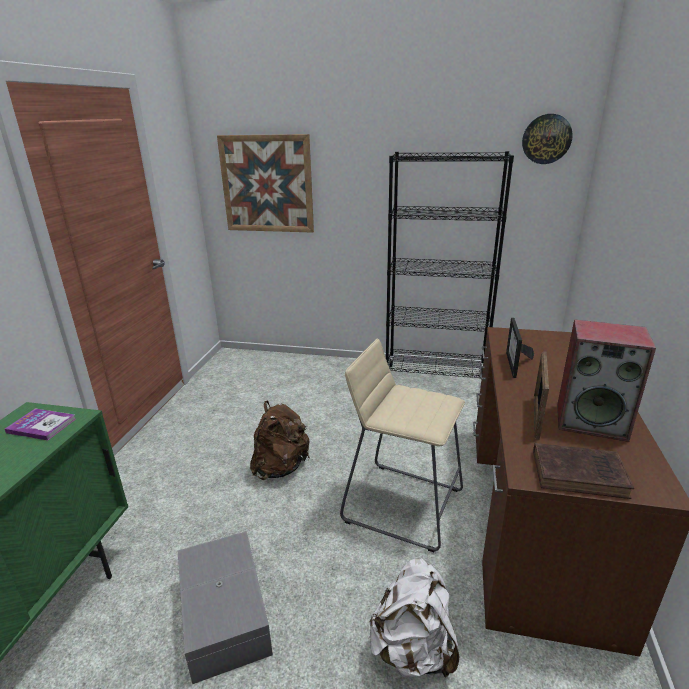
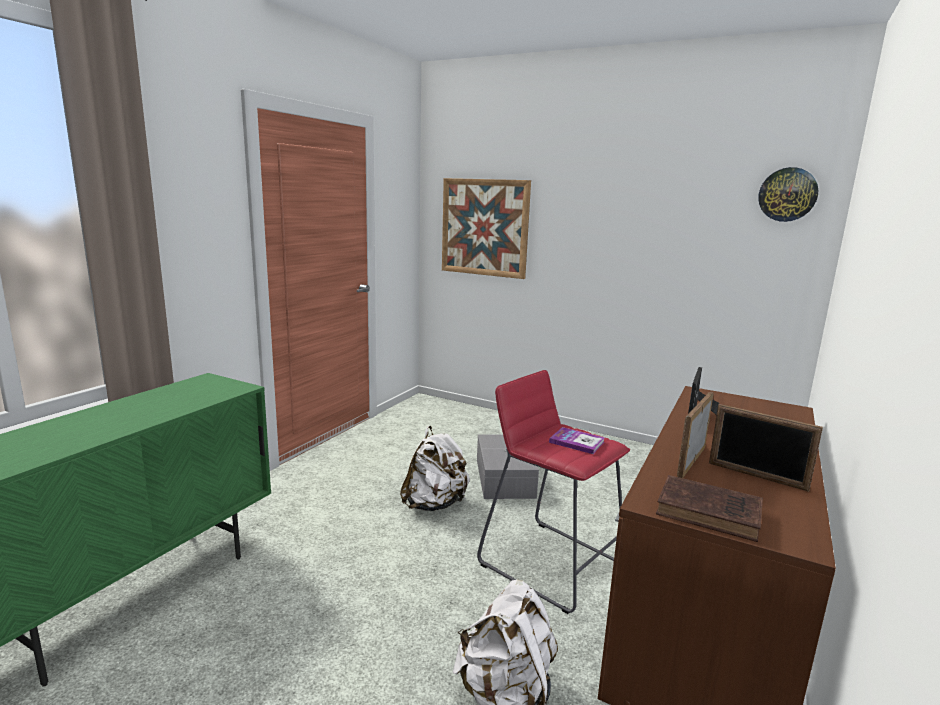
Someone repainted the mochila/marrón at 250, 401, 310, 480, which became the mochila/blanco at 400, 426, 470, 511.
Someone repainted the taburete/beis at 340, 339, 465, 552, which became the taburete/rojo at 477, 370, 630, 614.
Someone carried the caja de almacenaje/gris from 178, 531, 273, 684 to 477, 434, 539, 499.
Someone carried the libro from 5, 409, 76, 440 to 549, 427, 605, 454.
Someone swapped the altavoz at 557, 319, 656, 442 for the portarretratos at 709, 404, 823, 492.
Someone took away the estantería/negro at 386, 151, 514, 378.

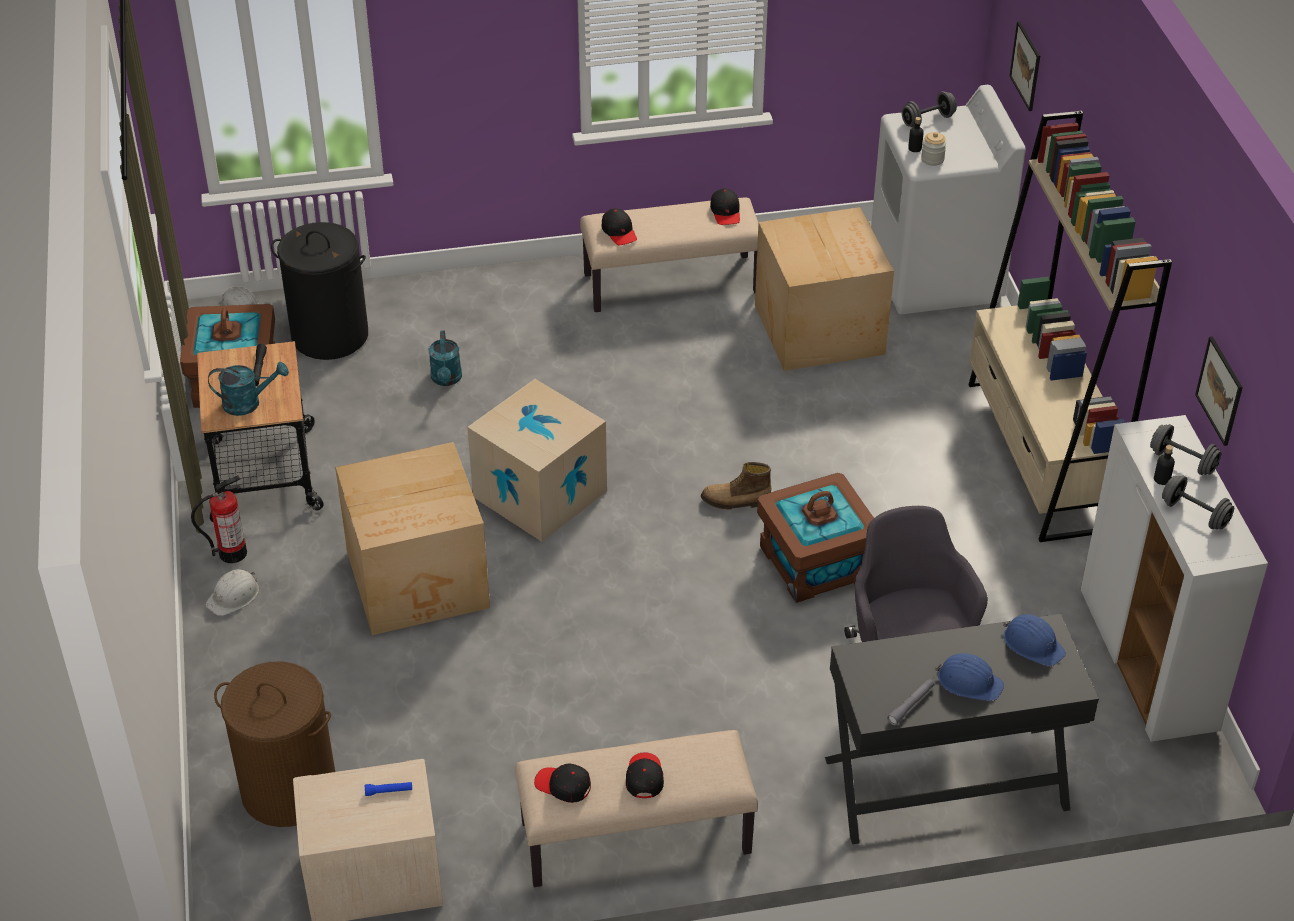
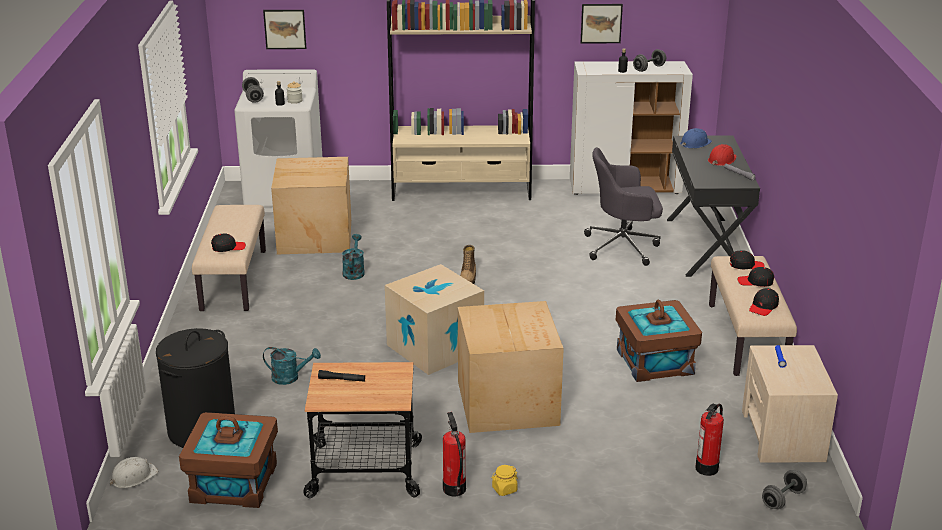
Someone carried the regadera/turquesa from 208, 362, 289, 416 to 342, 234, 365, 280.
Someone swapped the casco/blanco at 205, 569, 259, 616 for the tarro/amarillo at 492, 465, 518, 496.
Someone carried the caja de almacenaje/marrón from 757, 473, 874, 603 to 616, 300, 702, 382.
Someone swapped the cesto de la ropa/marrón at 214, 661, 335, 827 for the extintor at 695, 404, 724, 476.
Someone repainted the casco/azul at 935, 653, 1004, 701, which became the casco/rojo at 708, 144, 737, 166.
Someone carried the gorra/negro from 710, 188, 740, 225 to 730, 250, 765, 269.
Someone carried the mancuerna/gris from 1150, 424, 1221, 475 to 762, 470, 807, 509.

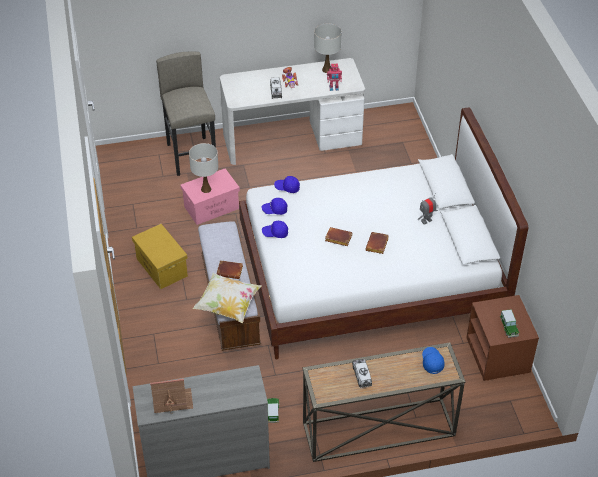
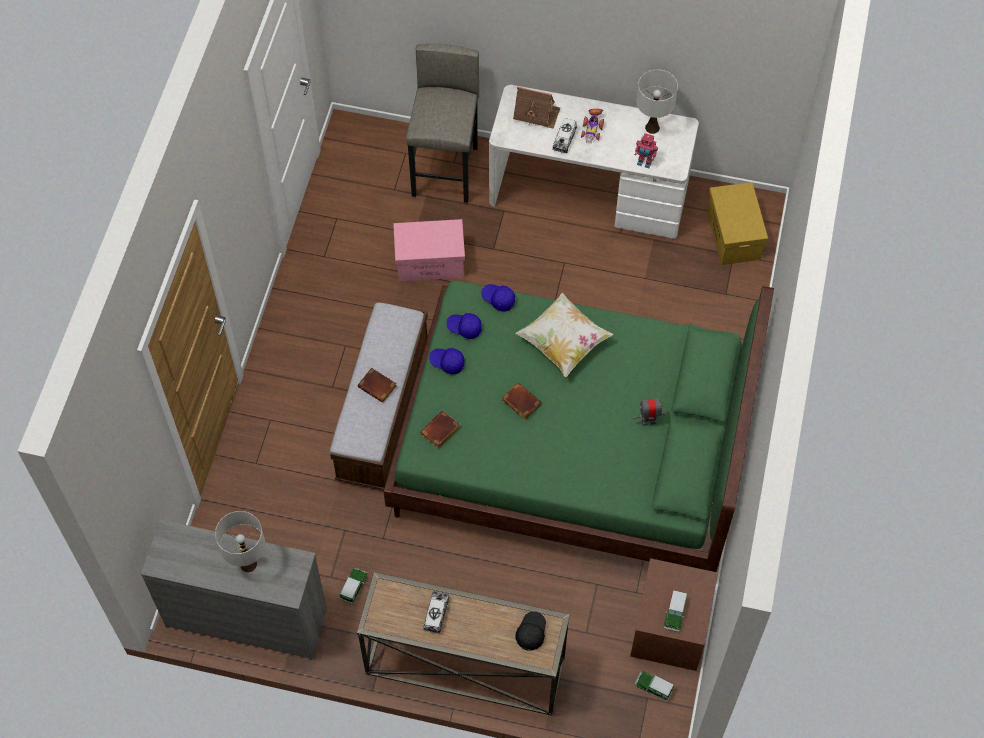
Someone carried the lámpara de mesa/blanco from 189, 143, 218, 193 to 215, 511, 265, 572.
Someone repainted the cama/blanco at 239, 107, 528, 360, which became the cama/verde at 383, 281, 774, 572.
Someone carried the libro/marrón from 365, 232, 389, 254 to 420, 411, 460, 448.
Someone carried the casita from 150, 379, 193, 414 to 513, 86, 560, 129.
Someone carried the cojín from 192, 273, 262, 323 to 515, 293, 613, 377.
Someone repainted the gorra/azul at 422, 347, 445, 374, which became the gorra/negro at 515, 611, 546, 651.
Someone put down the coche de juguete at 634, 671, 674, 701.
Someone carried the caja de almacenaje/amarillo from 132, 224, 188, 289 to 707, 182, 768, 265.

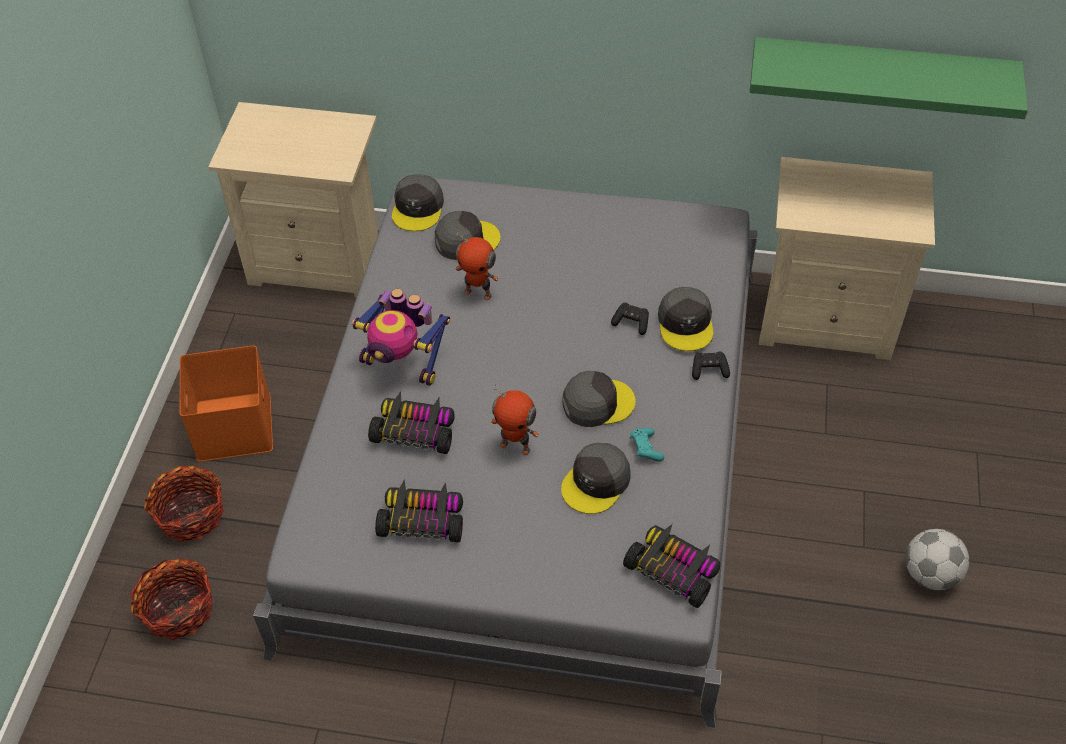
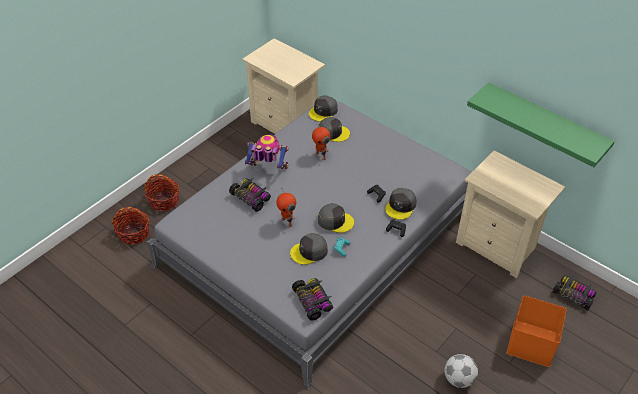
Someone rotated the robot de juguete at 352, 289, 450, 386 by 135 degrees clockwise.
Someone carried the caja de almacenaje/naranja from 180, 346, 273, 462 to 507, 296, 567, 367.
Someone carried the coche de juguete from 375, 479, 463, 542 to 553, 275, 596, 310.

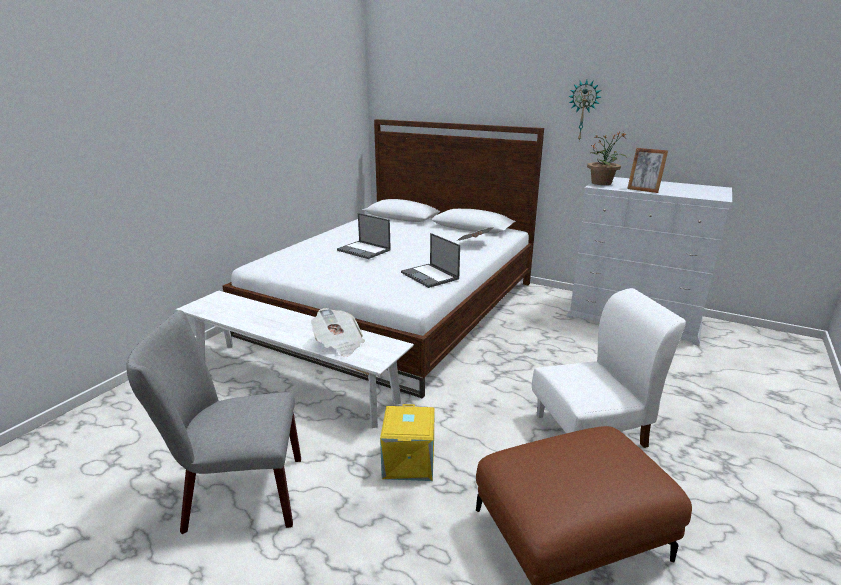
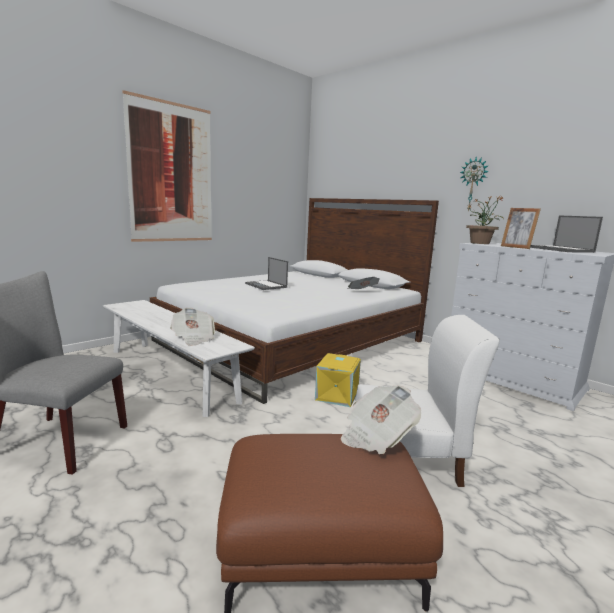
Someone put up the cuadro at 122, 90, 212, 242.
Someone carried the caja de almacenaje/amarillo from 380, 404, 435, 481 to 315, 353, 361, 407.
Someone put down the periódico at 341, 385, 421, 454.
Someone carried the portátil from 401, 233, 460, 288 to 530, 215, 603, 253.

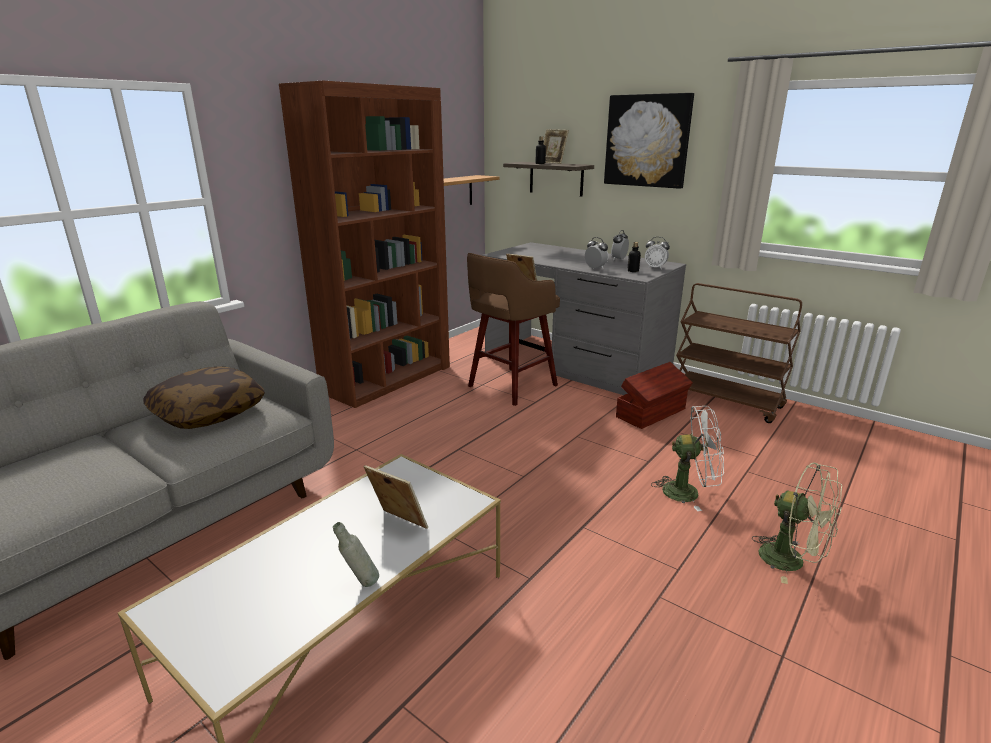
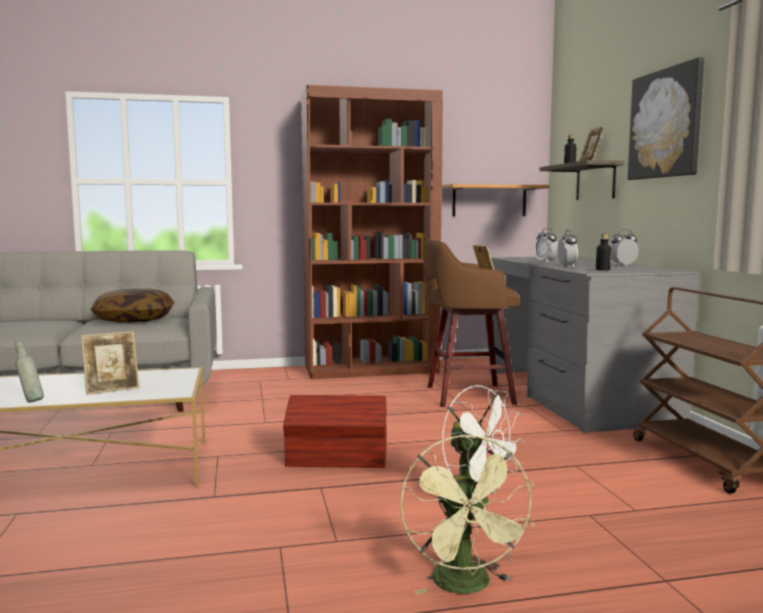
Someone rotated the portarretratos at 363, 465, 428, 529 by 75 degrees clockwise.
Someone carried the caja de almacenaje/marrón from 616, 362, 693, 429 to 283, 395, 387, 468.
Someone carried the despertador from 645, 237, 670, 268 to 535, 228, 558, 263.

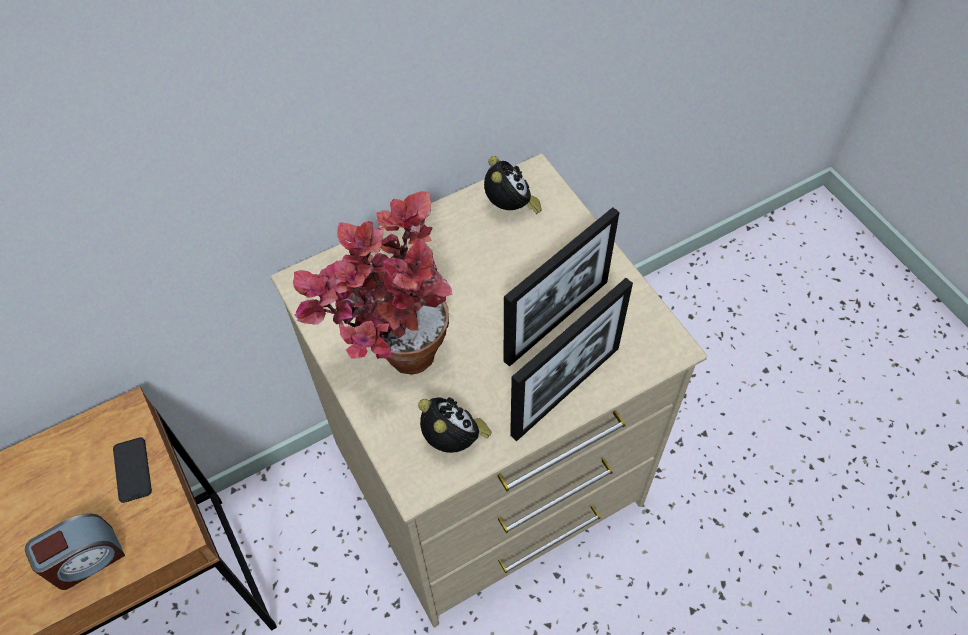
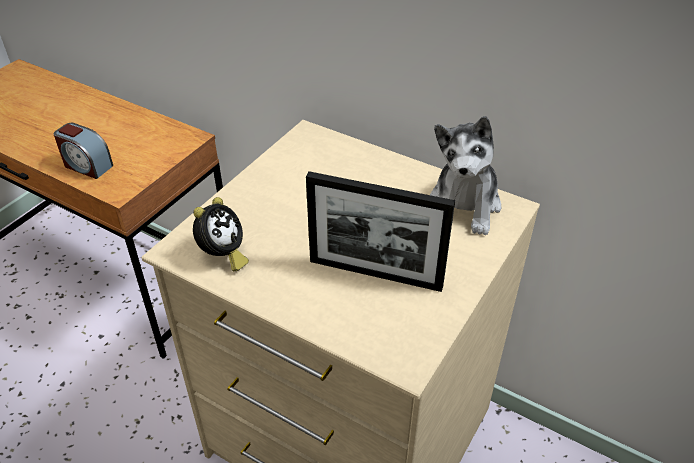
Someone swapped the despertador at 484, 156, 542, 214 for the peluche at 430, 116, 501, 235.
Someone took away the móvil at 113, 437, 152, 503.
Someone took away the planta en maceta at 293, 191, 453, 374.
Someone took away the portarretratos at 510, 278, 633, 441.

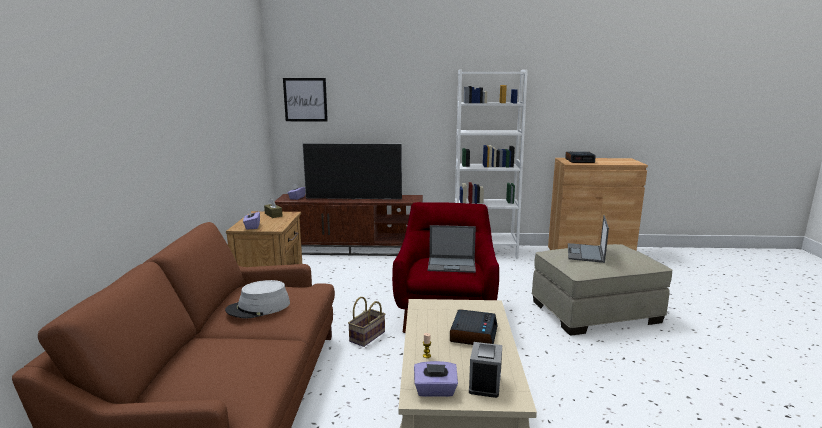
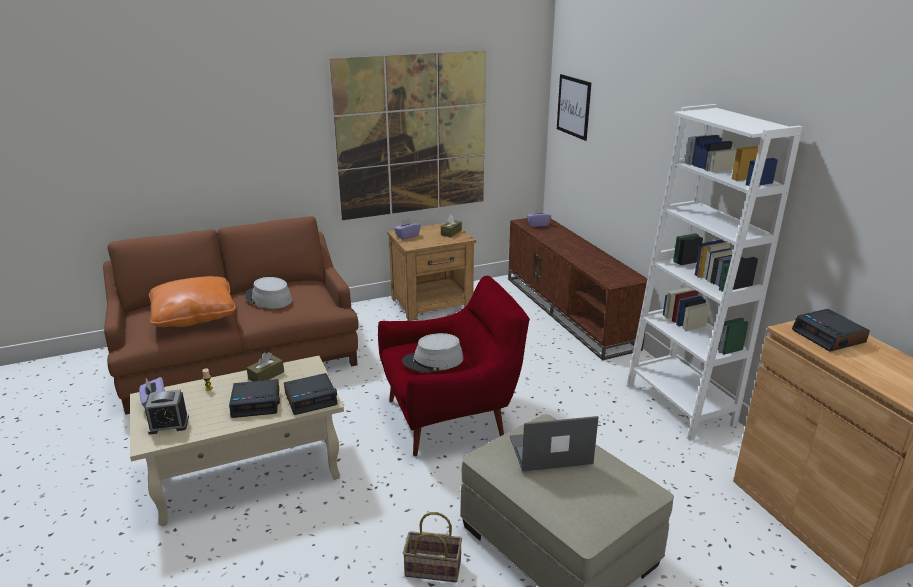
Someone put down the cojín/naranja at 149, 276, 236, 327.
Someone put down the caja de pañuelos/marrón at 247, 352, 284, 382.
Someone put down the despertador at 284, 373, 338, 415.
Someone put up the cuadro at 330, 51, 486, 220.
Someone swapped the portátil at 428, 225, 476, 273 for the sombrero/gris at 402, 333, 463, 373.
Someone carried the cesta from 348, 297, 385, 347 to 403, 512, 462, 582.
Someone took away the televisor at 302, 142, 402, 199.

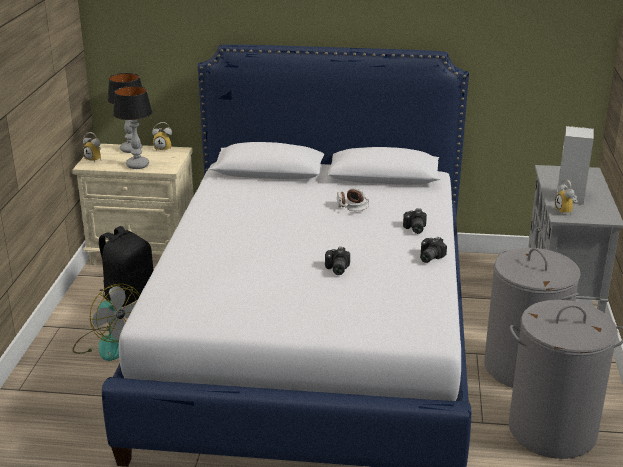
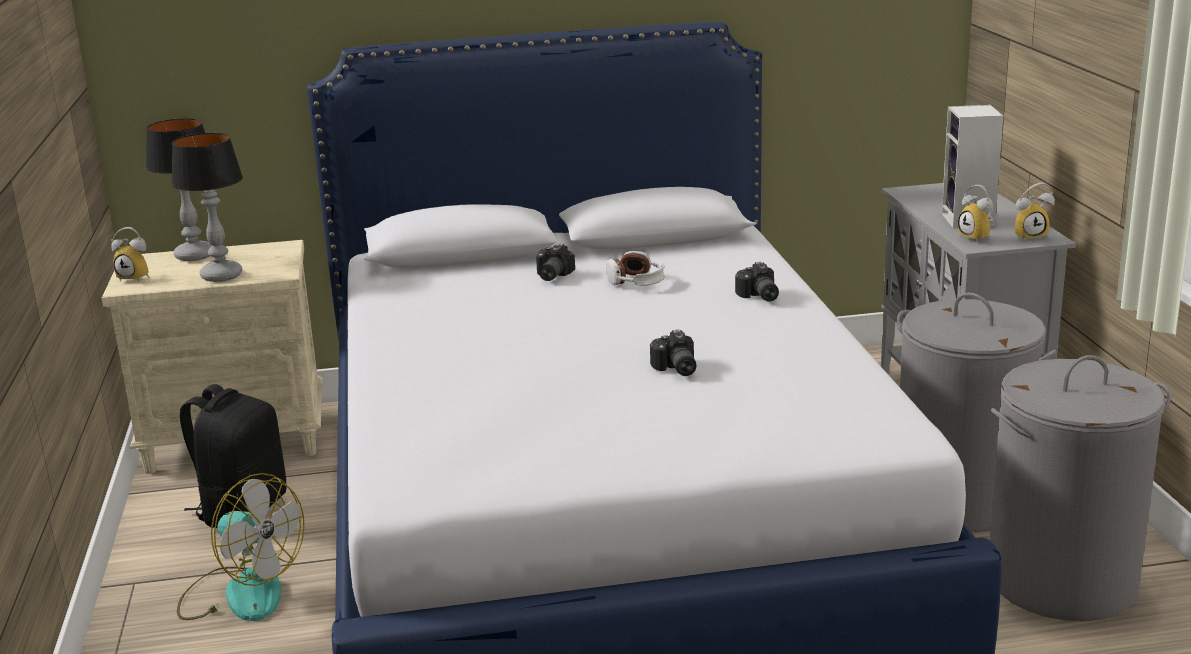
Someone carried the cámara from 420, 237, 447, 263 to 536, 244, 575, 281.
Someone carried the despertador from 152, 122, 172, 151 to 1015, 182, 1055, 242.

